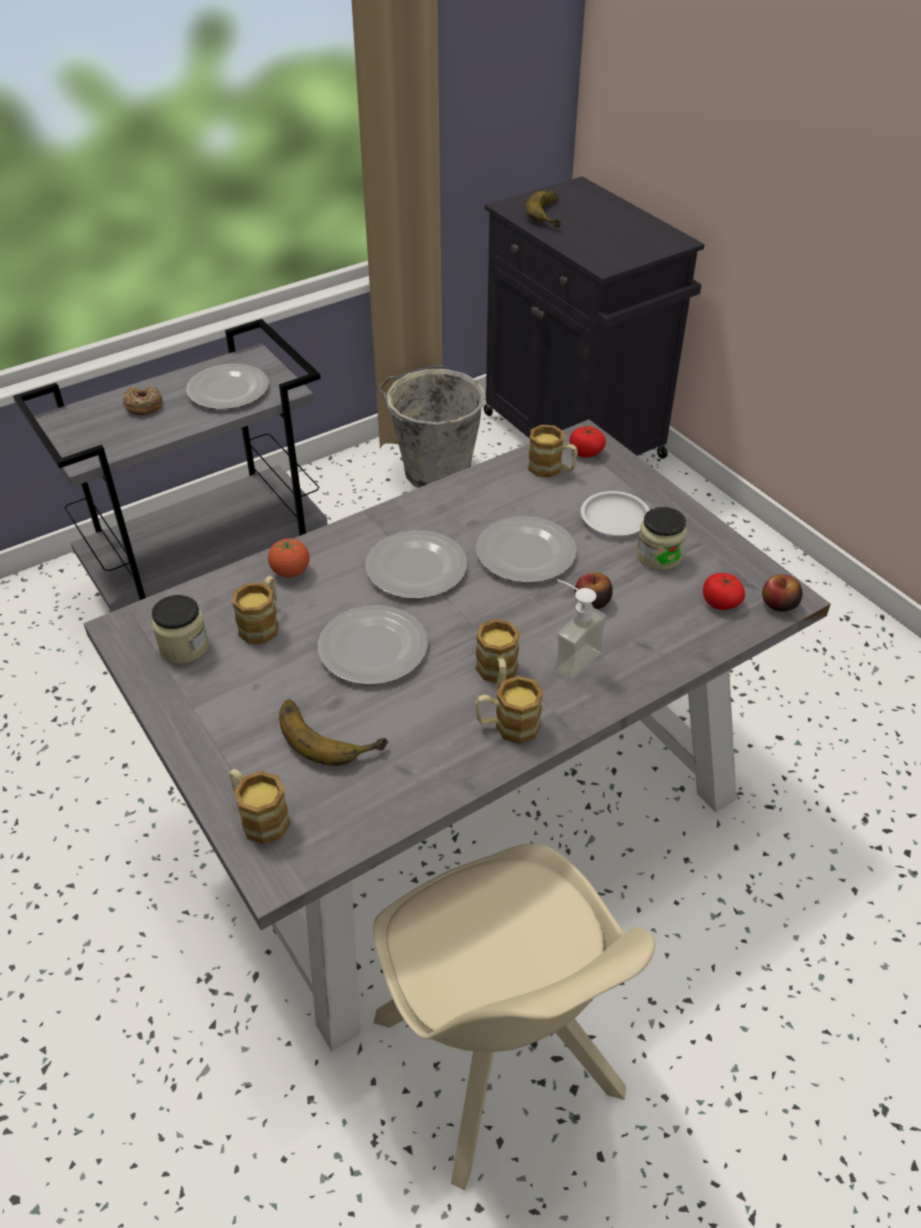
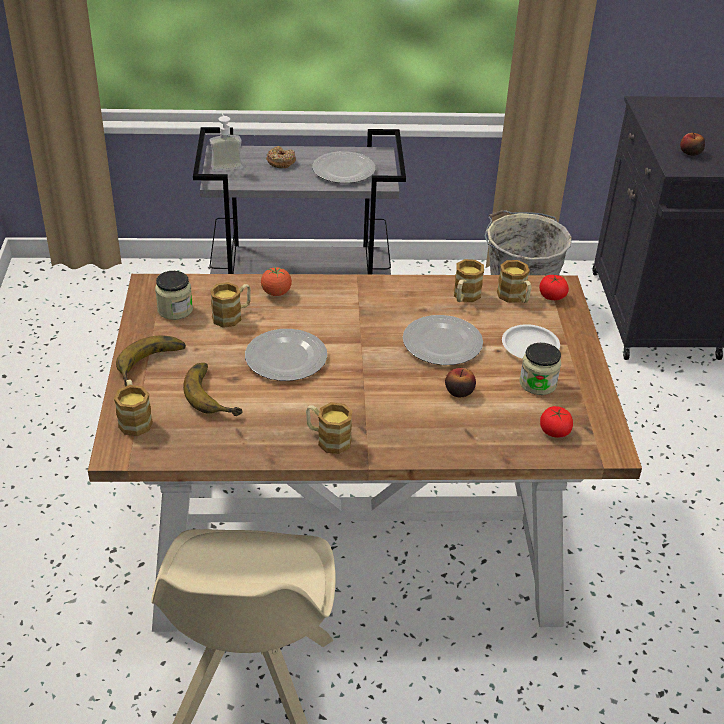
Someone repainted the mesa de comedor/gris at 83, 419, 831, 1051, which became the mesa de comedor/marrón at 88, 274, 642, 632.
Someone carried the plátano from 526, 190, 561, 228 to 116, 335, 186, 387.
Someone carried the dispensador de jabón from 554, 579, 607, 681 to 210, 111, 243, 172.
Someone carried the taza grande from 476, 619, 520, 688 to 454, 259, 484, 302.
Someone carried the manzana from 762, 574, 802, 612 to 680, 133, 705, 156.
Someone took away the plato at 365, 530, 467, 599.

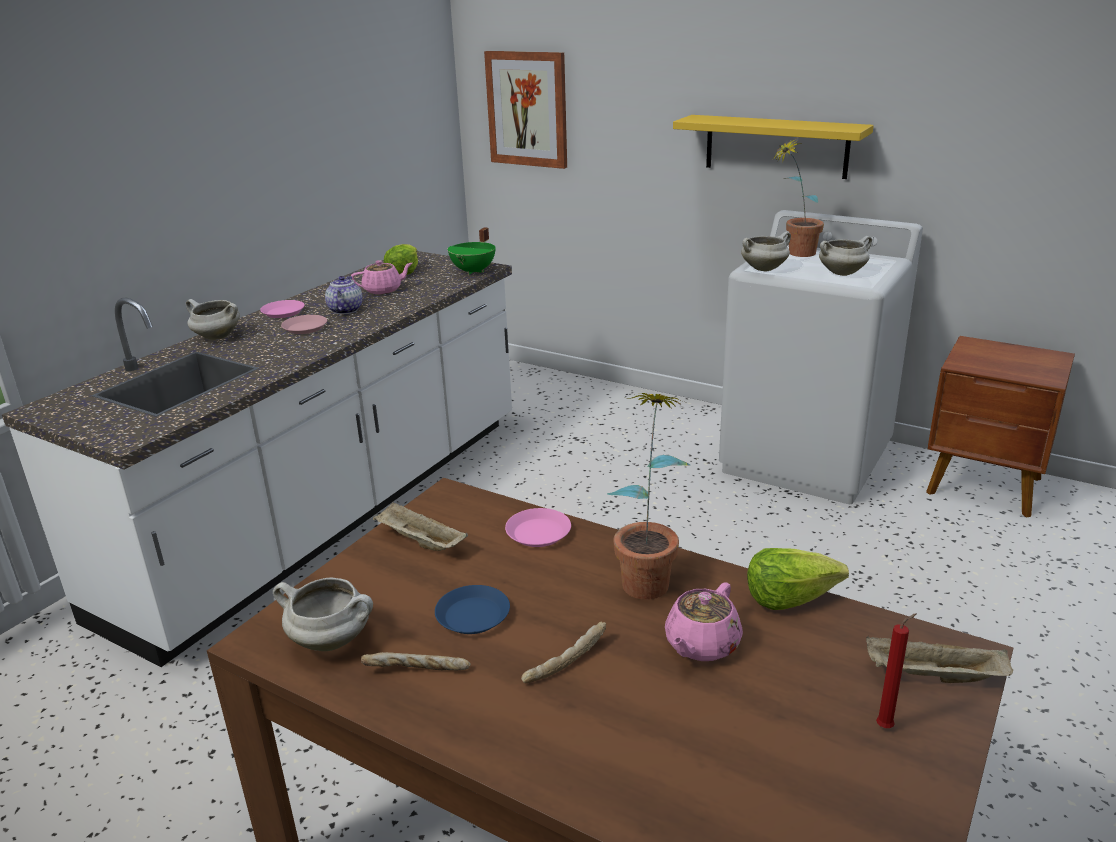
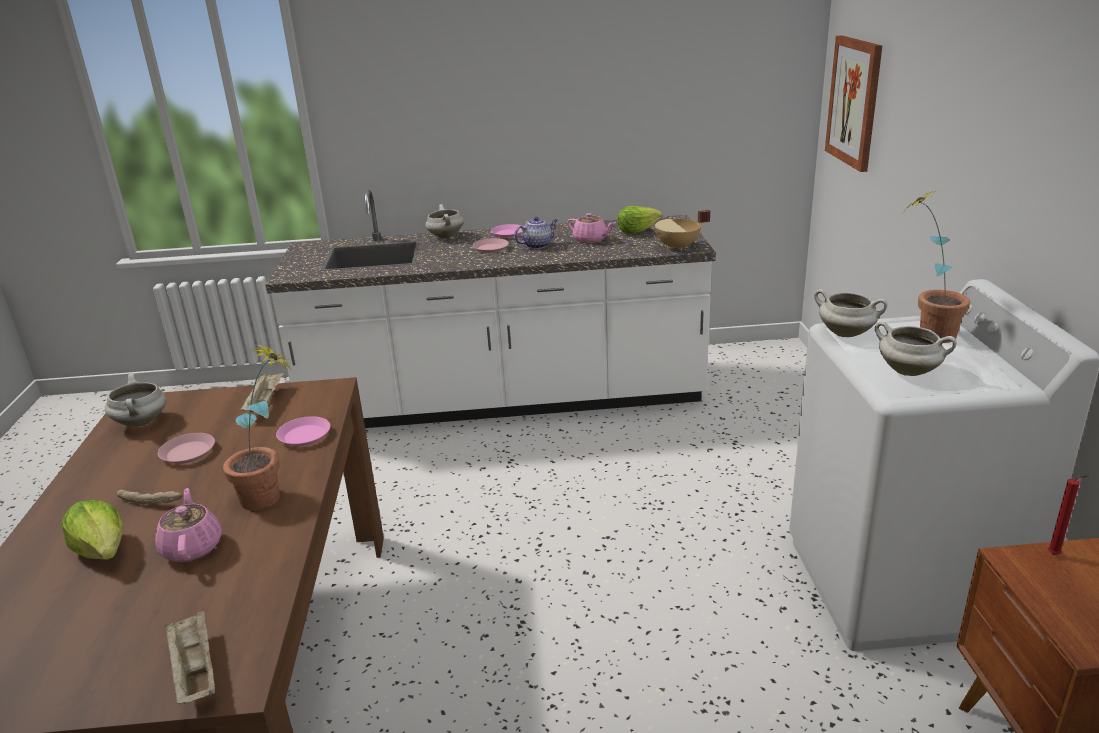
Someone carried the lechuga from 747, 548, 849, 610 to 61, 500, 123, 560.
Someone rotated the tetera/rosa at 665, 582, 743, 661 by 75 degrees clockwise.
Someone repainted the plato/azul at 435, 585, 510, 634, which became the plato/rosa at 158, 433, 215, 464.
Someone repainted the olla/verde at 448, 227, 496, 275, which became the olla/beis at 650, 210, 710, 251.
Someone carried the vela/rojo from 876, 613, 916, 728 to 1048, 475, 1089, 555.
Someone took away the pan at 361, 652, 471, 670.
Someone took away the estante/amarillo at 673, 115, 874, 179.

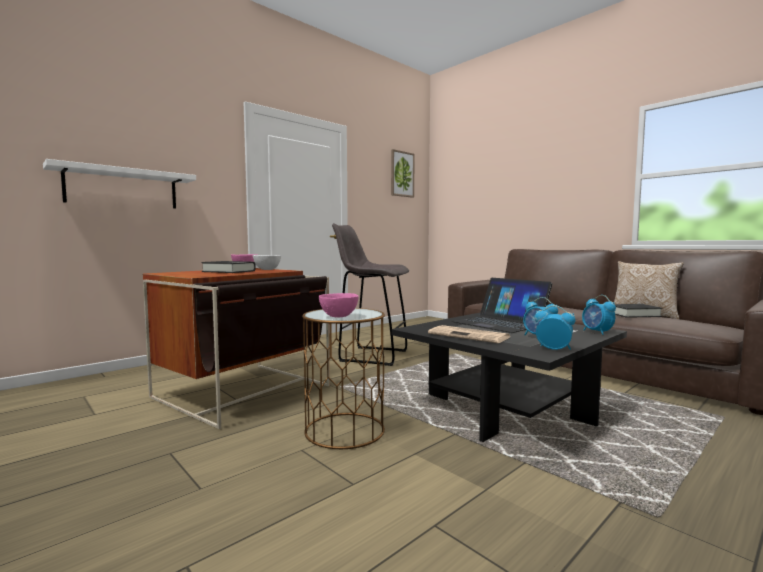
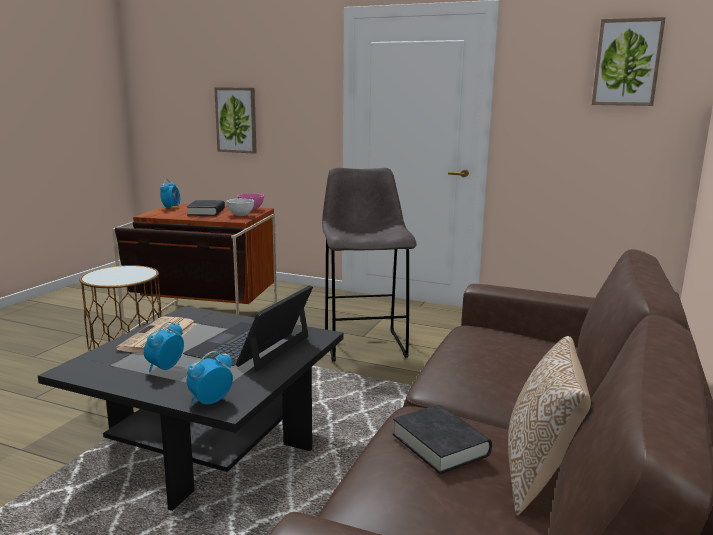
Someone carried the despertador from 535, 305, 575, 350 to 160, 179, 180, 209.
Someone swapped the estante/blanco at 43, 159, 196, 209 for the cuadro at 214, 87, 257, 154.
Someone took away the cuenco/rosa at 319, 293, 359, 317.

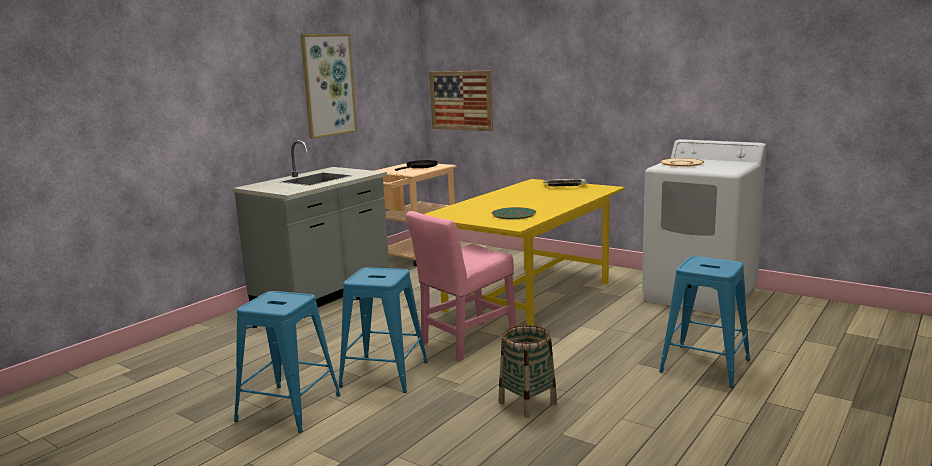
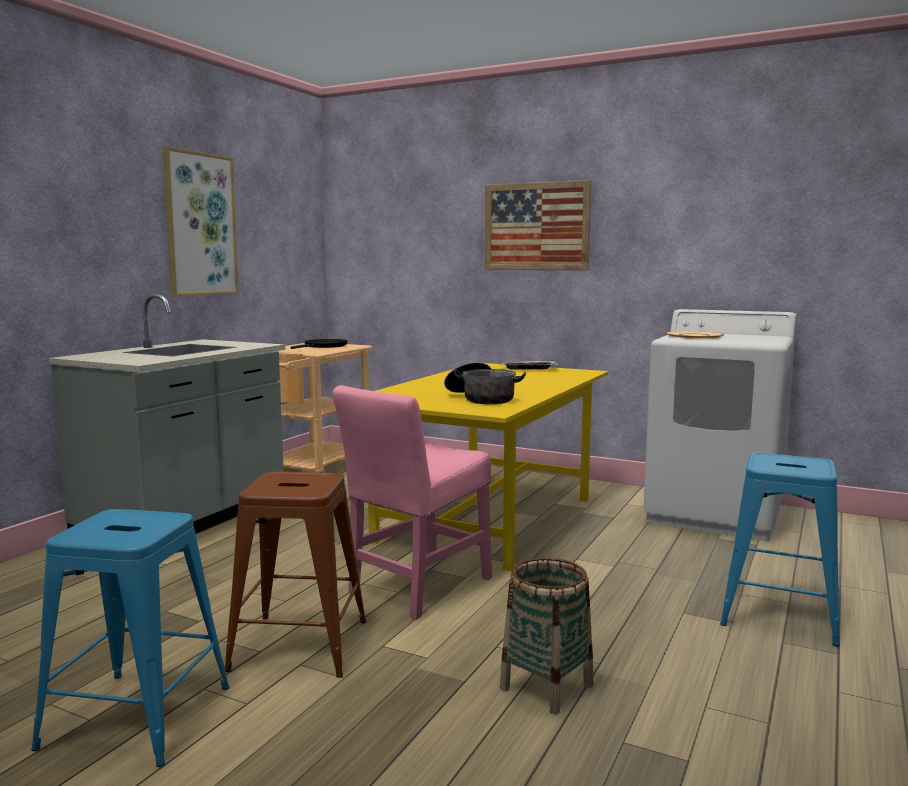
Someone repainted the taburete/azul at 339, 267, 428, 393, which became the taburete/marrón at 225, 472, 366, 678.
Someone swapped the plato/verde at 492, 207, 536, 219 for the olla at 444, 362, 526, 404.
Someone carried the cuadro from 429, 71, 493, 131 to 485, 180, 591, 270.

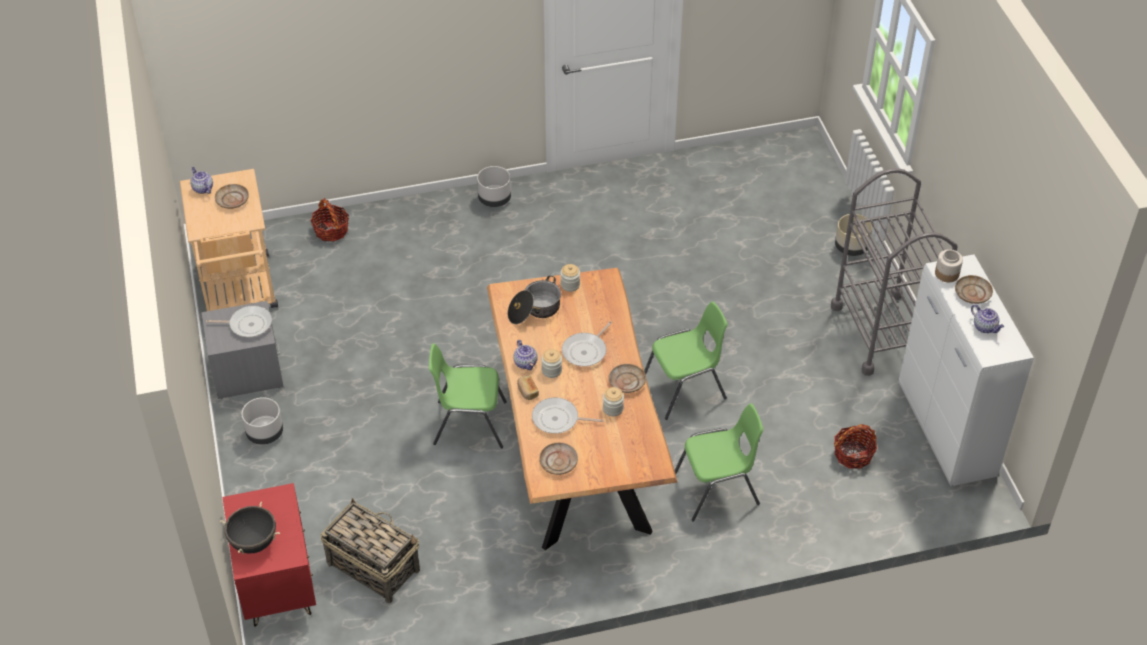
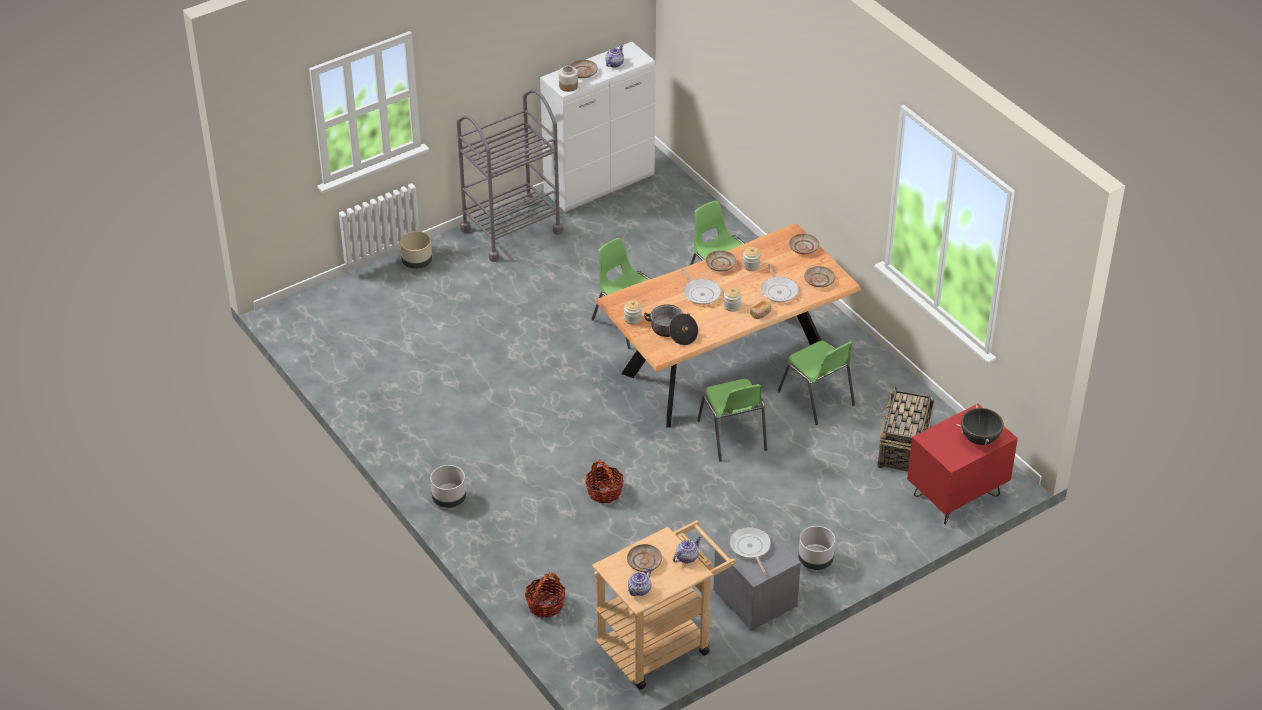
Someone carried the cesta from 834, 424, 877, 469 to 585, 459, 623, 503.
Someone carried the tetera from 513, 340, 538, 370 to 673, 537, 701, 564.
Someone rotated the sartén at 562, 321, 612, 367 by 45 degrees clockwise.
Someone put down the silla/verde at 777, 341, 855, 425.
Someone put down the plato/beis at 789, 234, 819, 254.

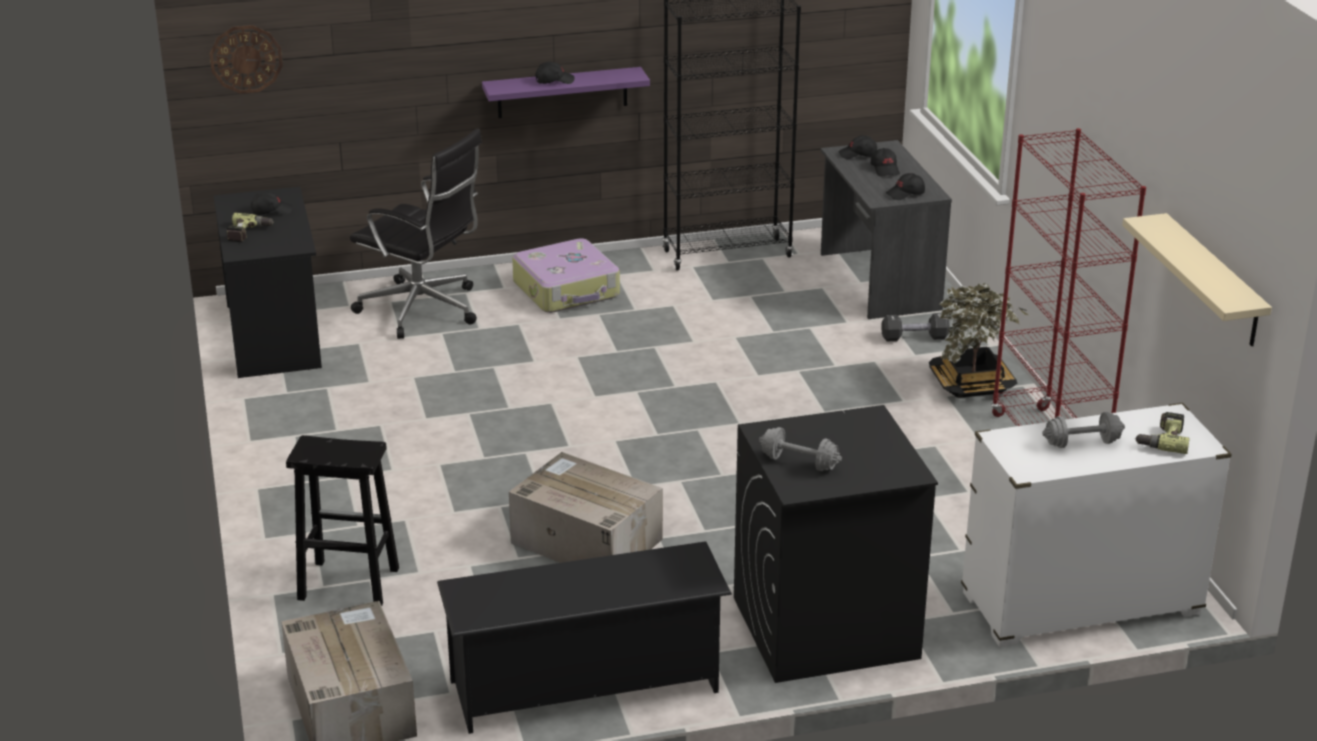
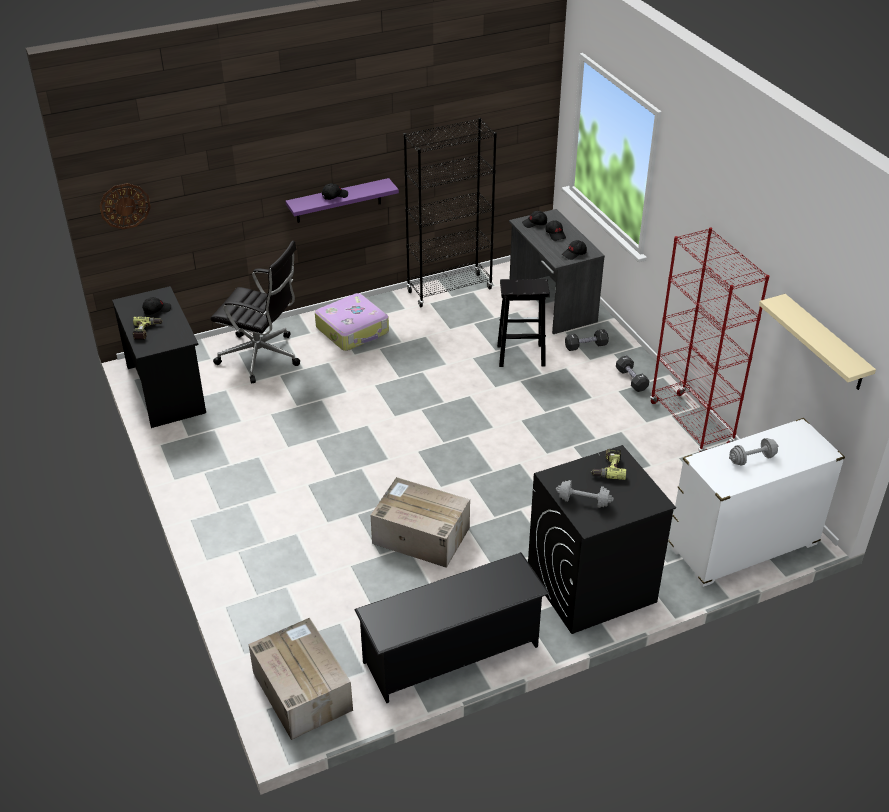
Someone carried the taburete/negro from 286, 435, 399, 606 to 497, 279, 550, 367.
Someone carried the taladro from 1135, 412, 1190, 454 to 592, 449, 626, 480.
Someone swapped the planta en maceta at 929, 283, 1029, 398 for the mancuerna/negro at 616, 355, 649, 392.

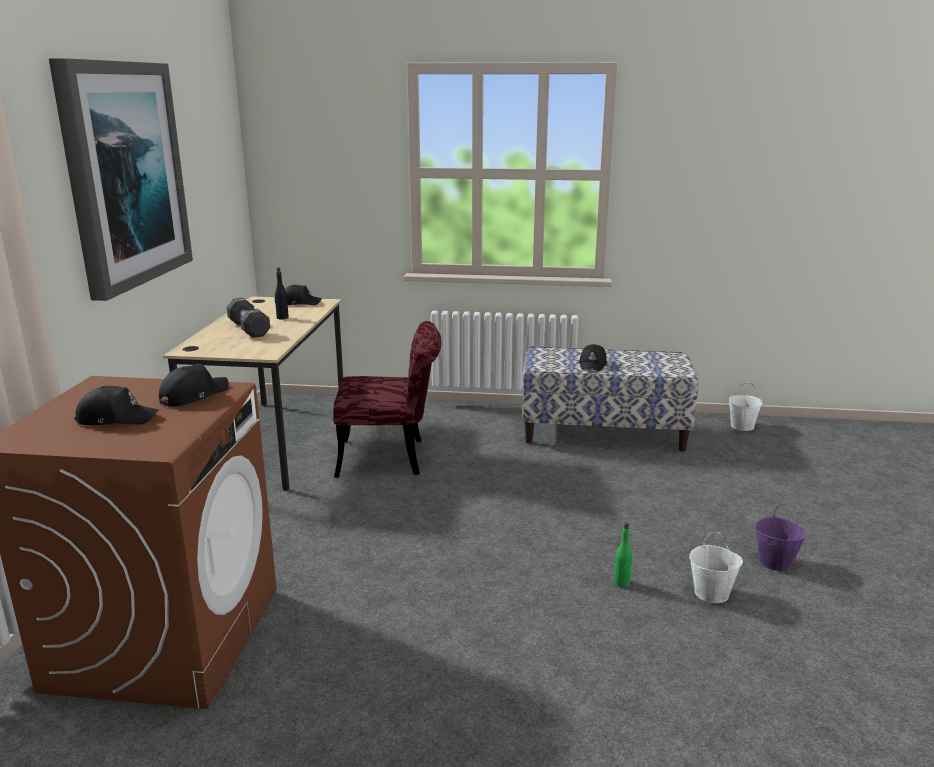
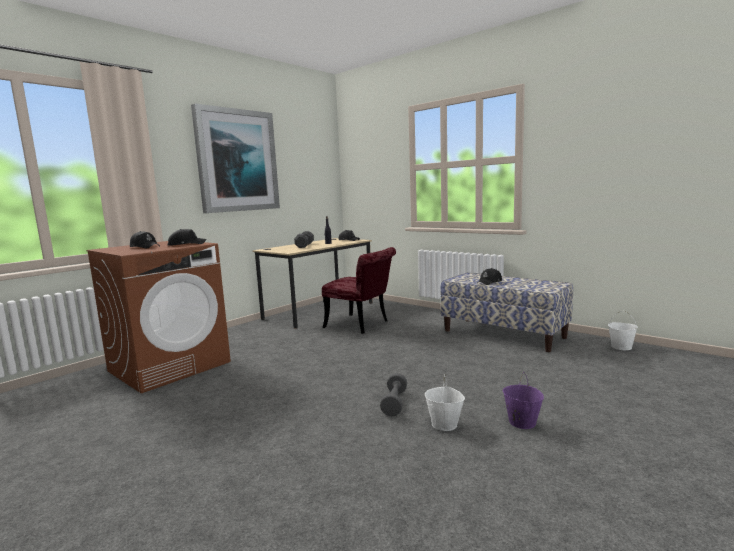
Someone swapped the botella/verde at 614, 522, 632, 587 for the mancuerna/gris at 380, 373, 407, 416.

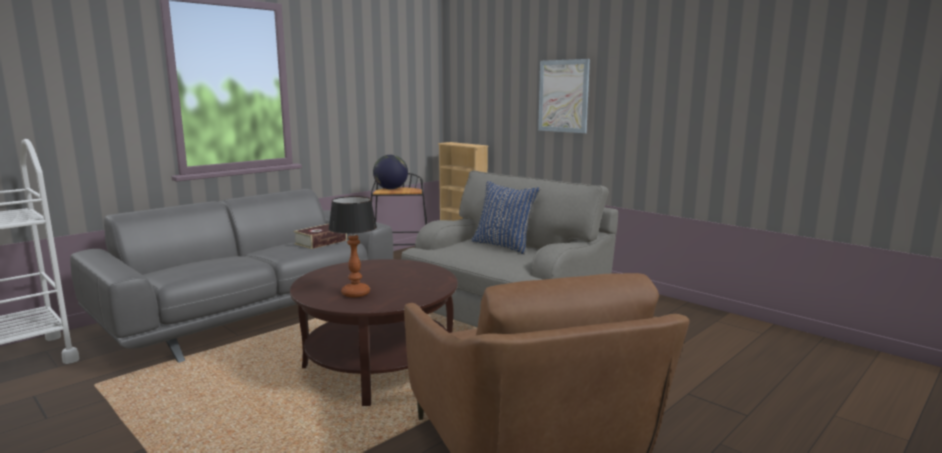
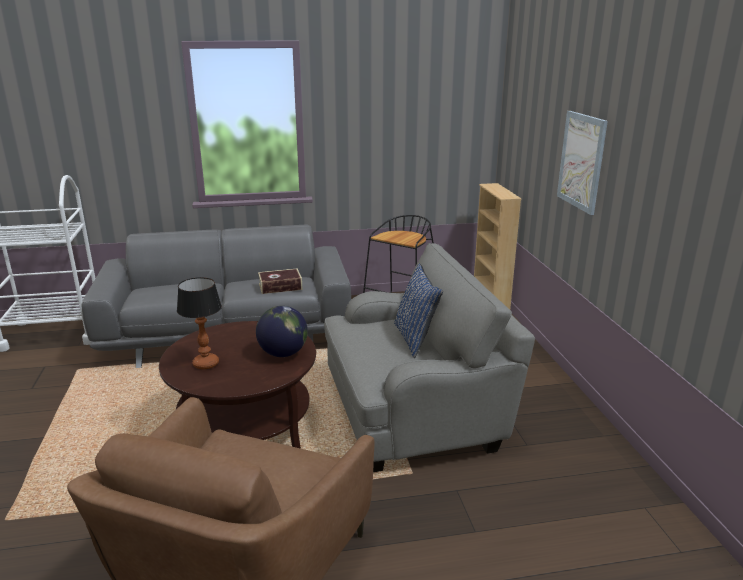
Someone carried the globo terráqueo from 373, 155, 408, 189 to 256, 306, 308, 357.

